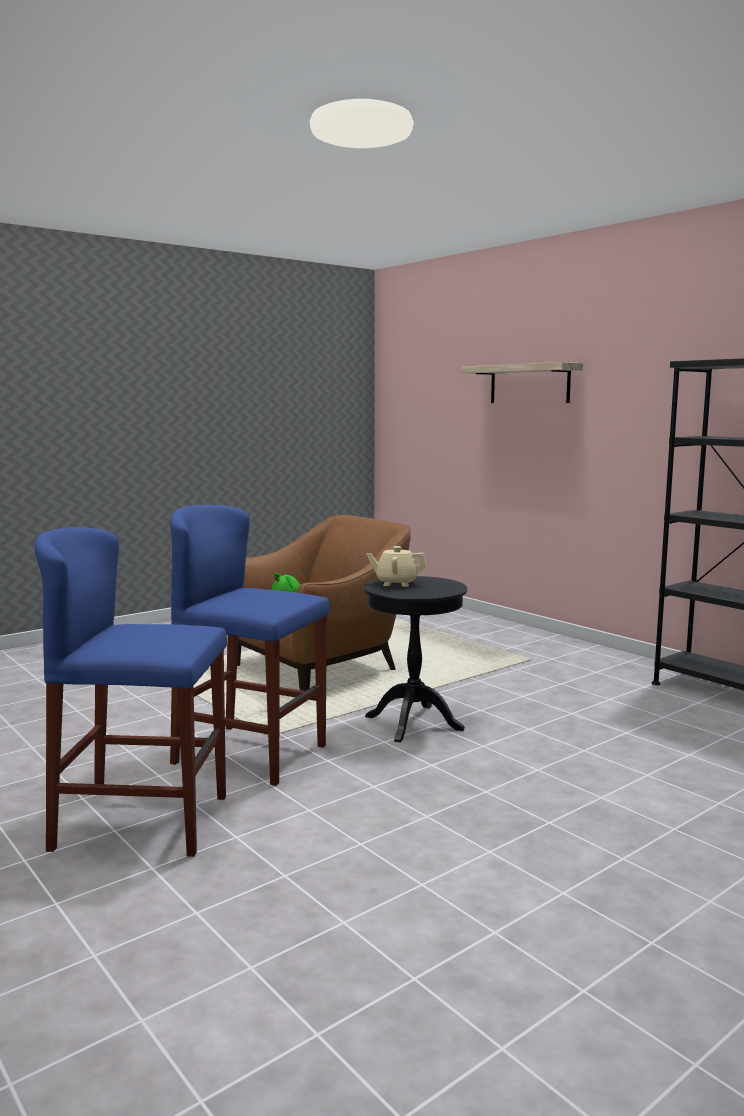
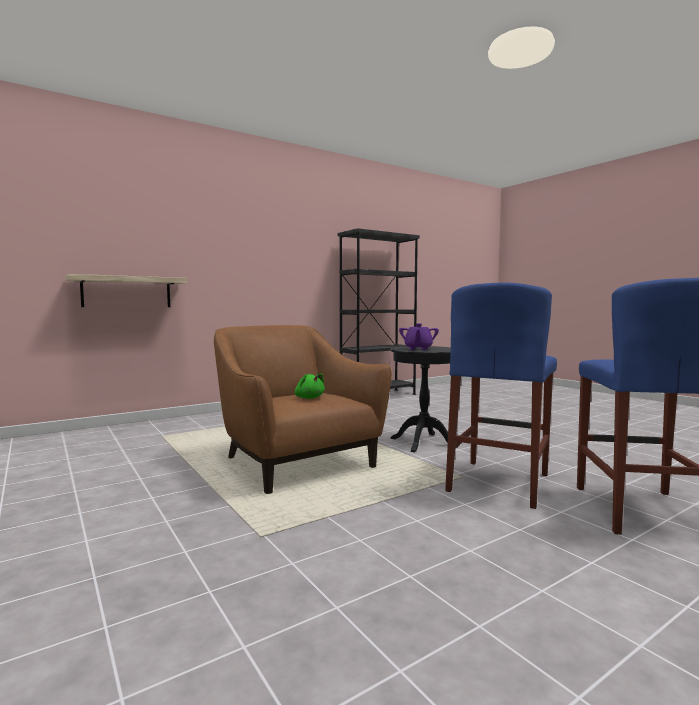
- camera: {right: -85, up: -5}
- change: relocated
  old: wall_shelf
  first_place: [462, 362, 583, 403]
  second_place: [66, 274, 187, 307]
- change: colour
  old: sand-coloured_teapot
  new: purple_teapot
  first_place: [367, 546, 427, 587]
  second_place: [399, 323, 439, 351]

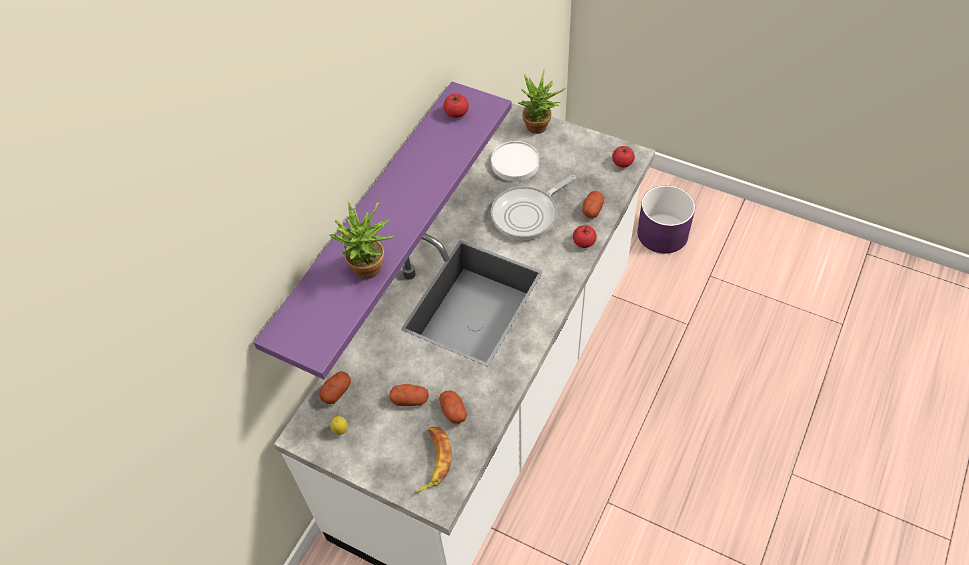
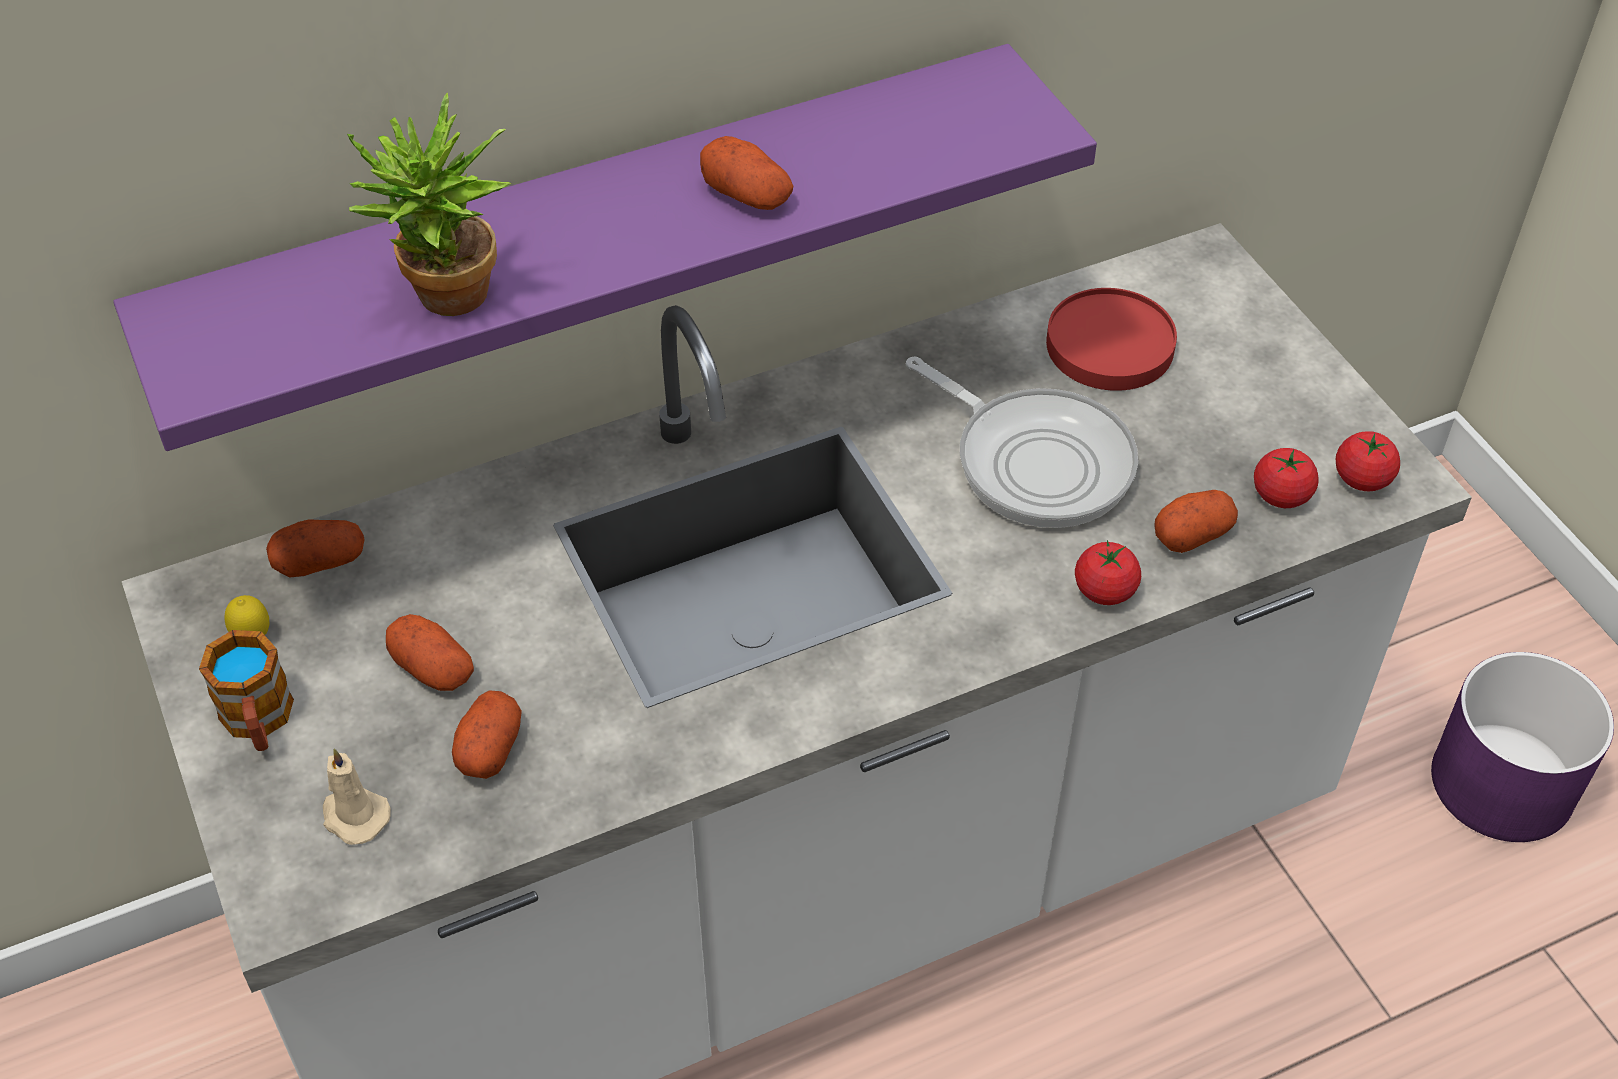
- camera: {right: 35, up: -5}
- change: missing
  old: houseplant
  first_place: [517, 69, 566, 134]
- change: appeared
  new: tea_mug
  second_place: [199, 630, 294, 751]
- change: appeared
  new: spud
  second_place: [700, 136, 793, 210]
- change: relocated
  old: tomato
  first_place: [443, 94, 469, 118]
  second_place: [1254, 448, 1319, 508]
- change: exchanged
  old: whole_banana
  new: sand-coloured_candle
  first_place: [415, 427, 452, 493]
  second_place: [323, 748, 391, 845]
- change: colour
  old: whitish_plate
  new: reddish_plate
  first_place: [491, 141, 539, 181]
  second_place: [1046, 288, 1177, 391]
- change: spun
  old: skillet
  first_place: [491, 175, 576, 240]
  second_place: [906, 356, 1138, 528]
  degrees: -135

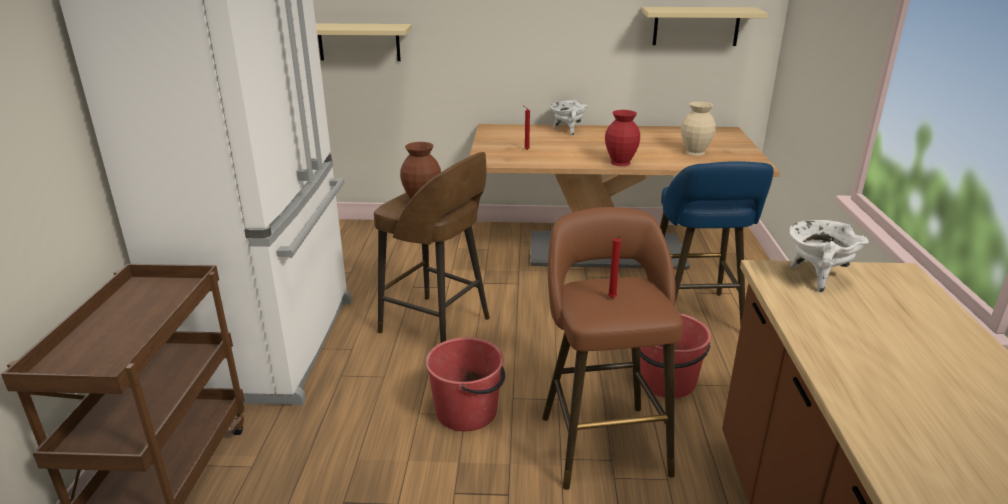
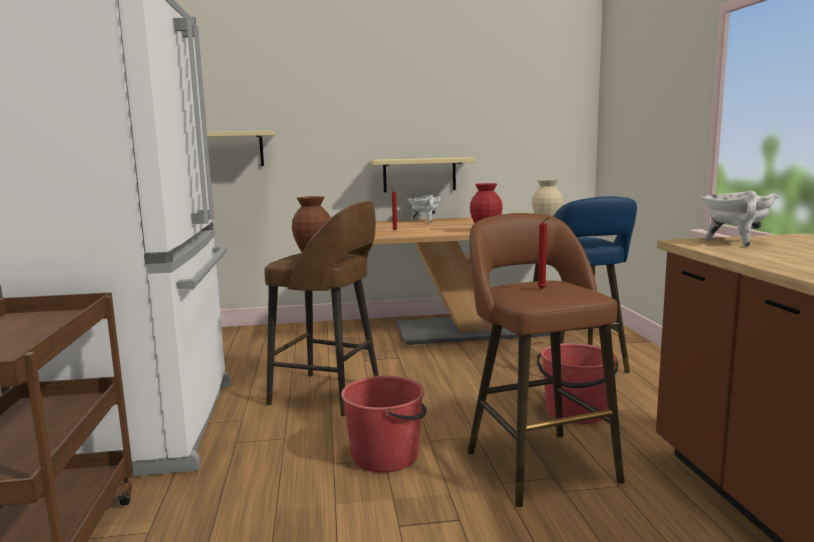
- camera: {right: -10, up: -15}
- change: relocated
  old: sand-coloured_wall_shelf
  first_place: [642, 7, 768, 46]
  second_place: [371, 157, 476, 192]

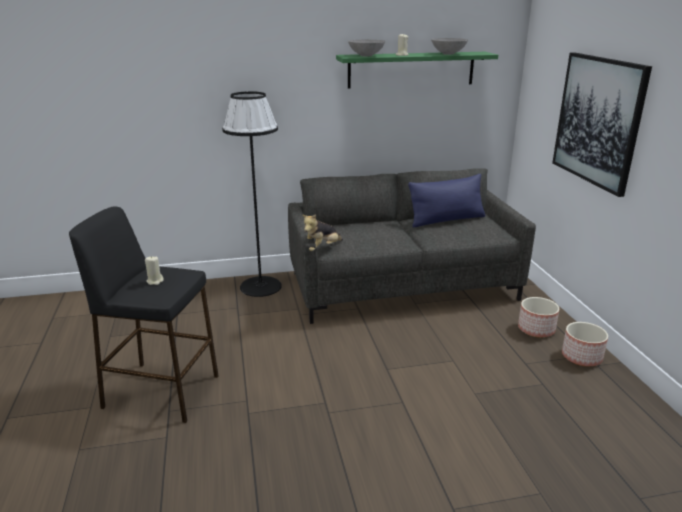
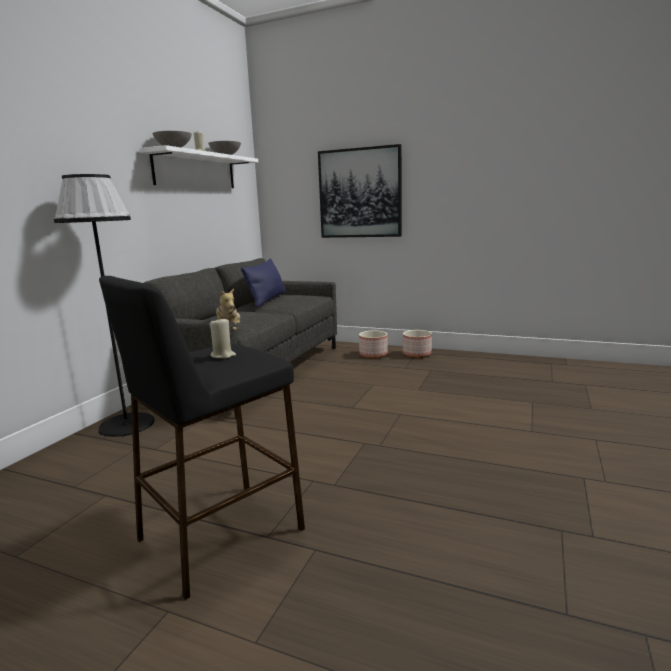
- camera: {right: -55, up: -10}
- change: colour
  old: green-coloured_wall_shelf
  new: whitish_wall_shelf
  first_place: [336, 52, 498, 89]
  second_place: [139, 145, 258, 188]

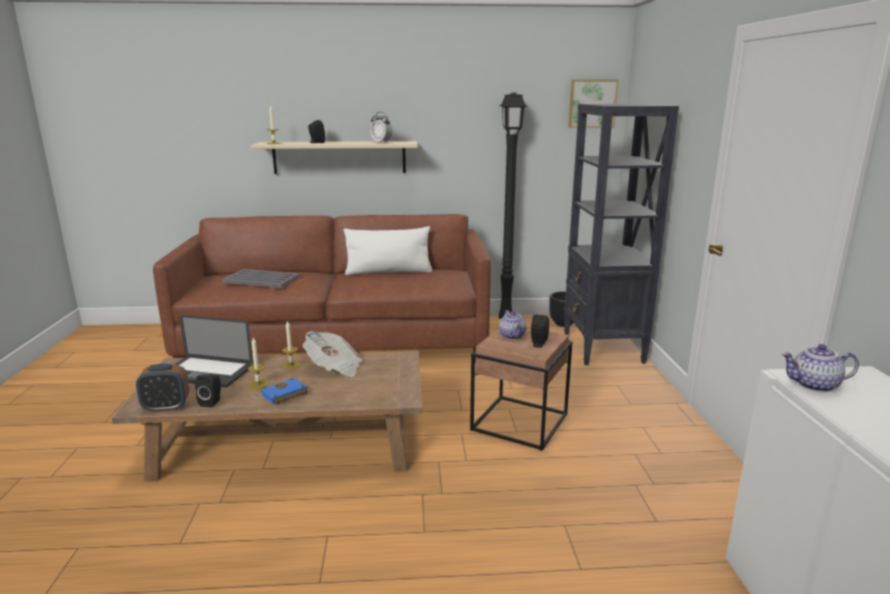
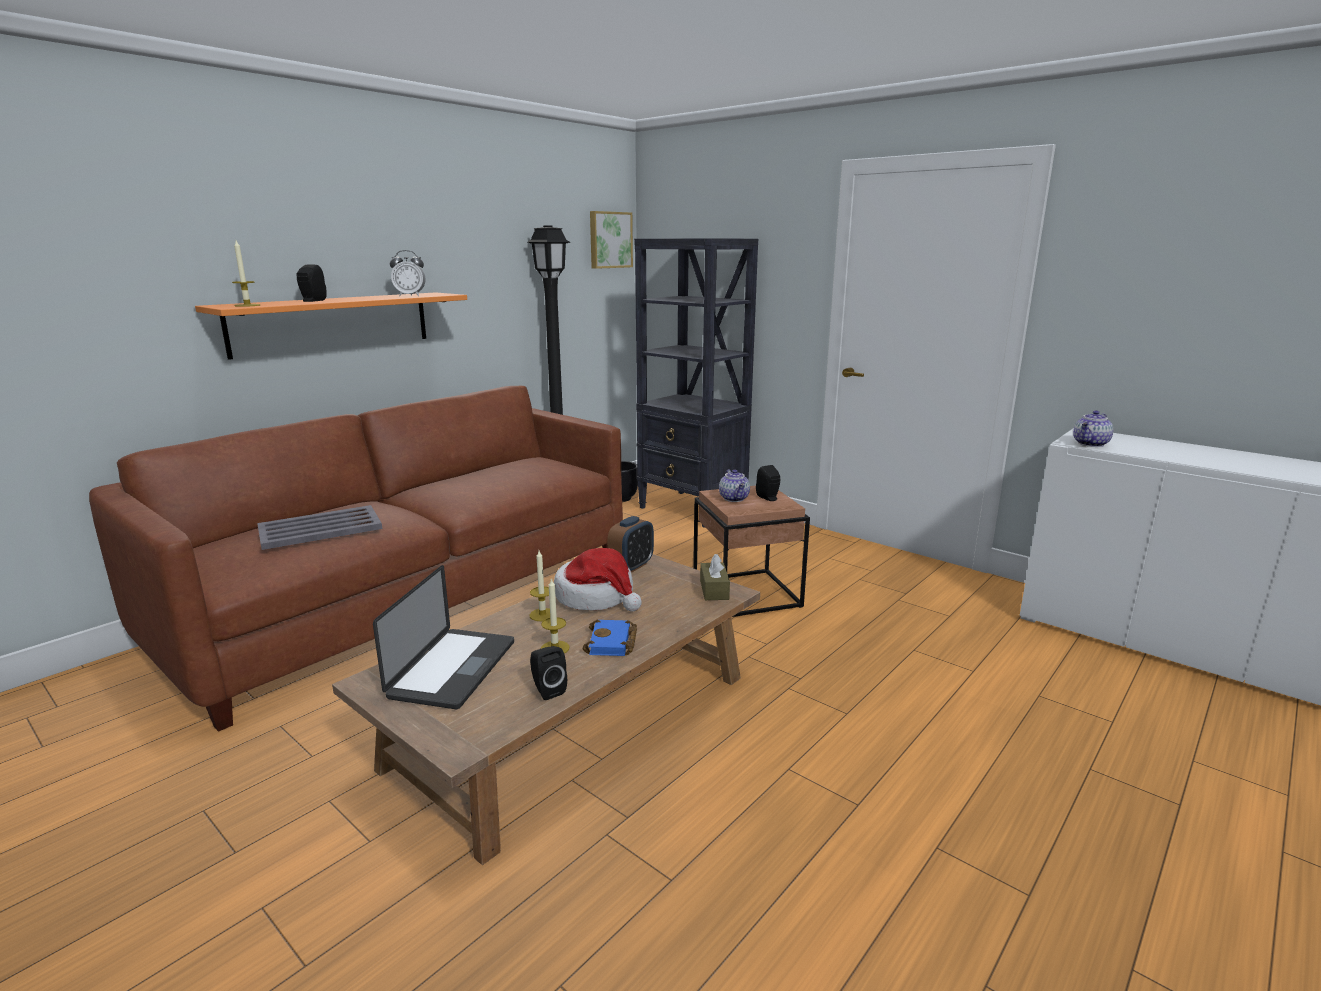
- camera: {right: -45, up: 0}
- change: missing
  old: whitish_cushion
  first_place: [344, 226, 432, 275]
- change: appeared
  new: brownish_box_of_tissues
  second_place: [700, 554, 730, 600]
- change: relocated
  old: alarm_clock
  first_place: [136, 364, 189, 412]
  second_place: [607, 516, 654, 573]
- change: exchanged
  old: daily_paper
  new: wearable_hat
  first_place: [303, 331, 362, 377]
  second_place: [554, 548, 642, 612]
- change: colour
  old: sand-coloured_wall_shelf
  new: orange-coloured_wall_shelf
  first_place: [251, 141, 418, 174]
  second_place: [195, 292, 467, 360]
- change: spun
  old: portable_computer
  first_place: [174, 315, 253, 388]
  second_place: [373, 565, 514, 709]
  degrees: -45
- change: spun
  old: teapot
  first_place: [499, 310, 526, 340]
  second_place: [719, 469, 750, 502]
  degrees: 45

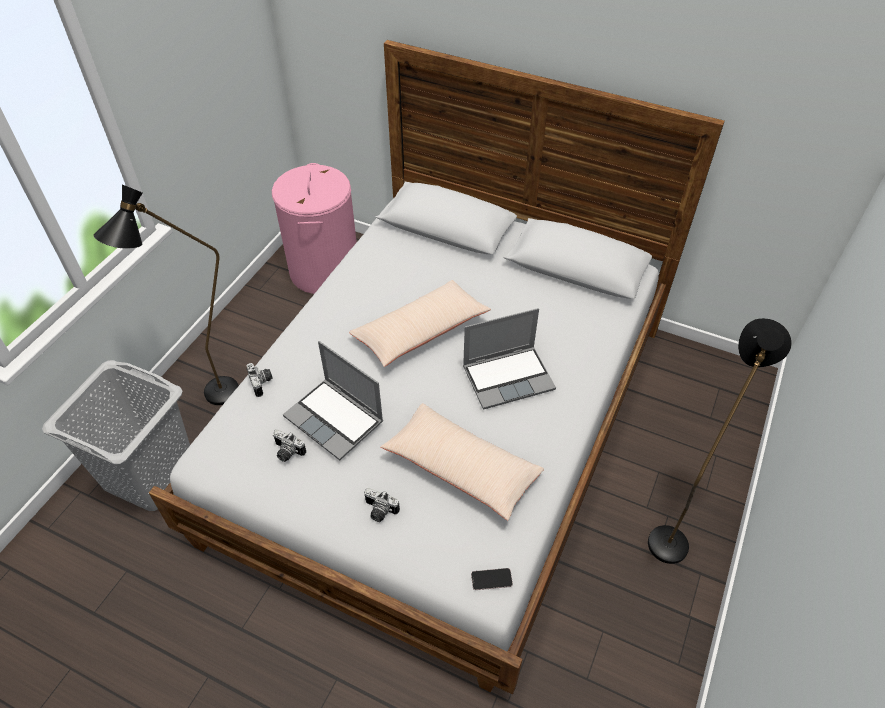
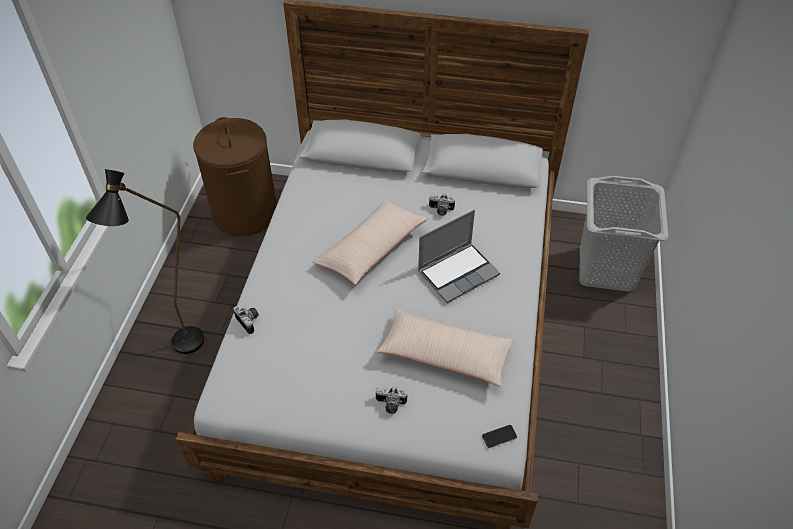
- camera: {right: -15, up: 0}
- change: missing
  old: portable_computer
  first_place: [283, 341, 383, 460]
- change: missing
  old: black_standing_lamp
  first_place: [648, 318, 792, 564]
- change: relocated
  old: gray_washing_basket
  first_place: [42, 360, 190, 511]
  second_place: [579, 176, 668, 292]
- change: relocated
  old: still_camera
  first_place: [273, 429, 306, 462]
  second_place: [429, 194, 455, 216]
- change: colour
  old: pink_washing_basket
  new: brownish_washing_basket
  first_place: [272, 163, 357, 294]
  second_place: [193, 117, 277, 236]

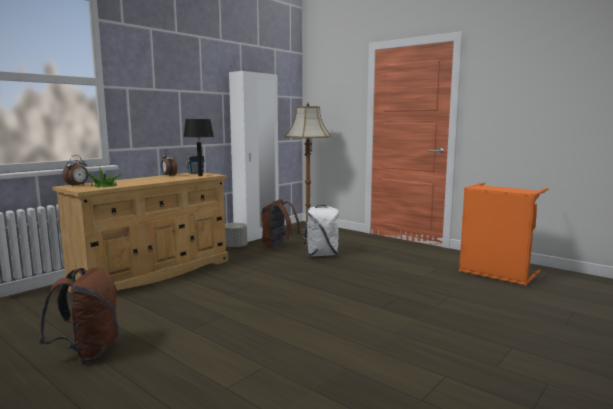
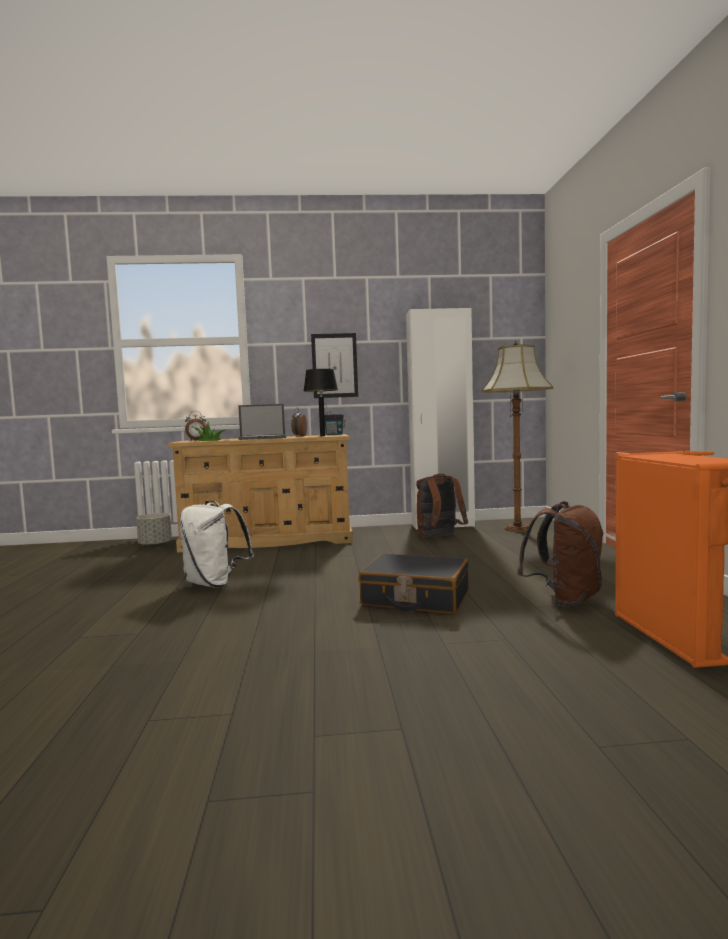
- camera: {right: 45, up: -5}
- change: appeared
  new: portable_computer
  second_place: [238, 404, 286, 440]
- change: appeared
  new: picture
  second_place: [311, 333, 358, 398]
- change: appeared
  new: black_suitcase
  second_place: [358, 553, 469, 614]
- change: relocated
  old: brownish_knapsack
  first_place: [38, 267, 119, 363]
  second_place: [517, 501, 604, 607]
- change: relocated
  old: gray_plant_pot
  first_place: [225, 223, 247, 249]
  second_place: [136, 513, 172, 547]
- change: relocated
  old: whitish_knapsack
  first_place: [304, 205, 339, 256]
  second_place: [179, 500, 254, 588]

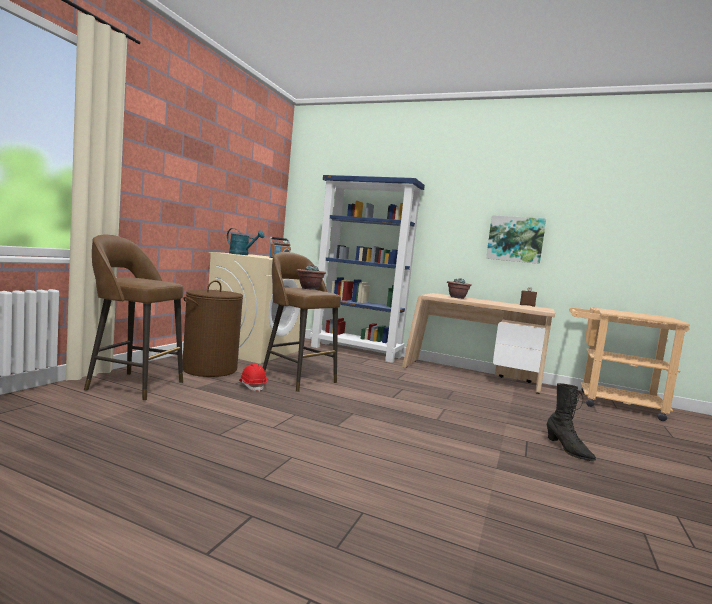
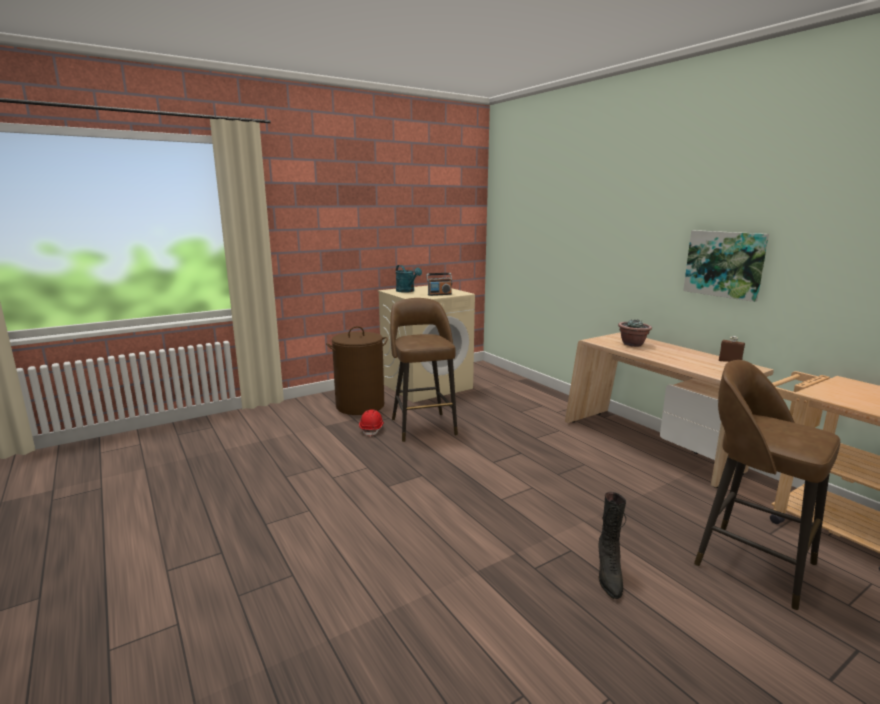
- camera: {right: 35, up: 10}
- change: missing
  old: houseplant
  first_place: [296, 265, 326, 290]
- change: missing
  old: bluish_bookshelf
  first_place: [310, 175, 425, 363]
- change: relocated
  old: brownish_stool_seat
  first_place: [84, 235, 184, 401]
  second_place: [694, 360, 840, 610]

